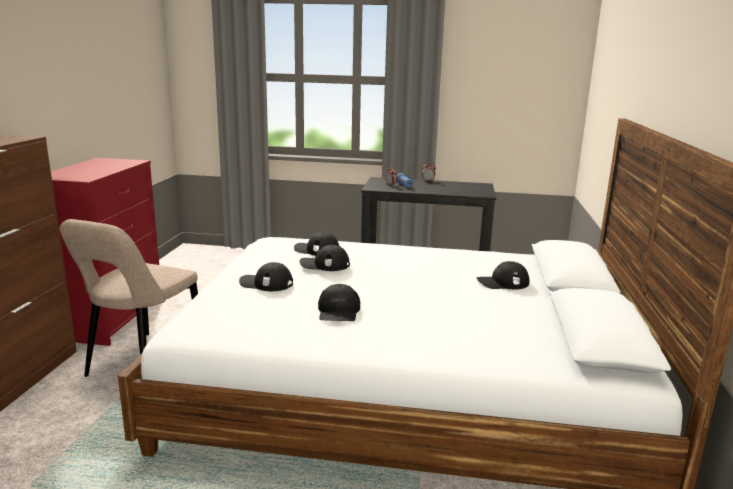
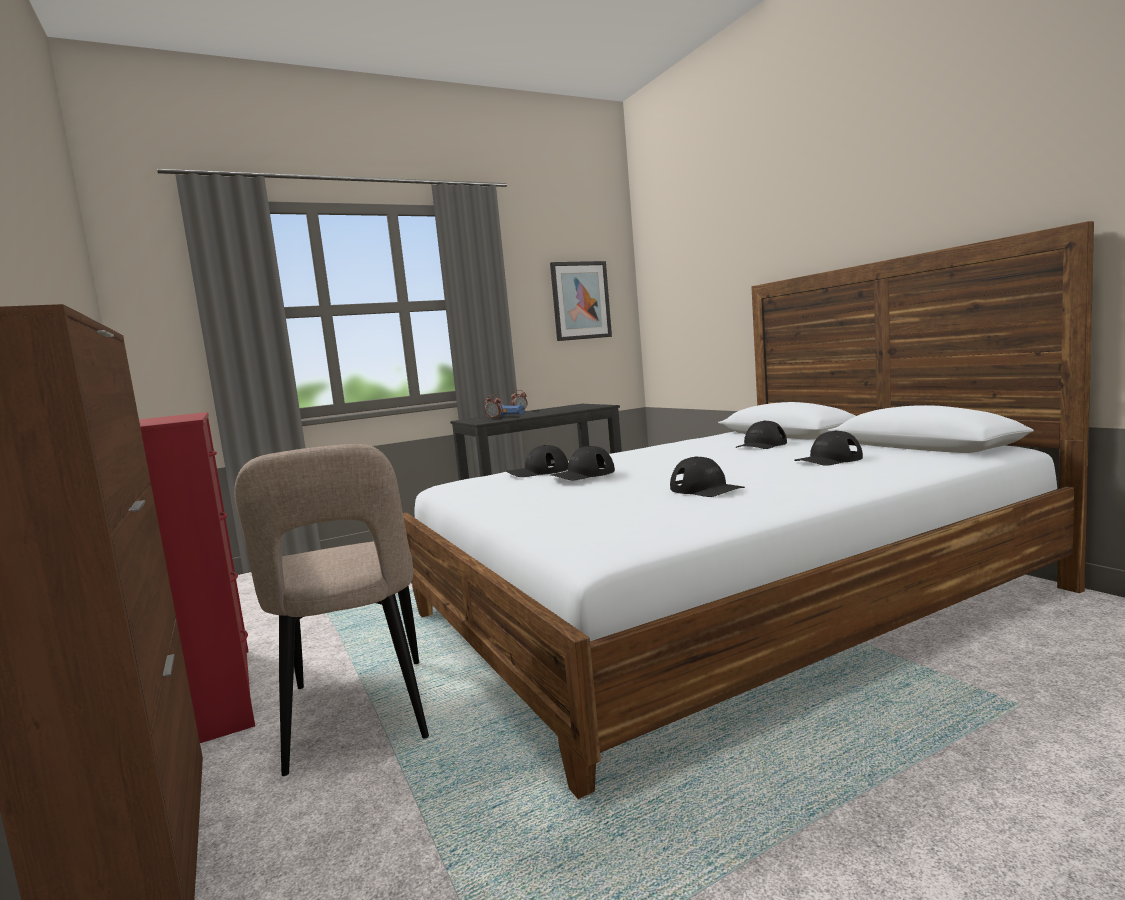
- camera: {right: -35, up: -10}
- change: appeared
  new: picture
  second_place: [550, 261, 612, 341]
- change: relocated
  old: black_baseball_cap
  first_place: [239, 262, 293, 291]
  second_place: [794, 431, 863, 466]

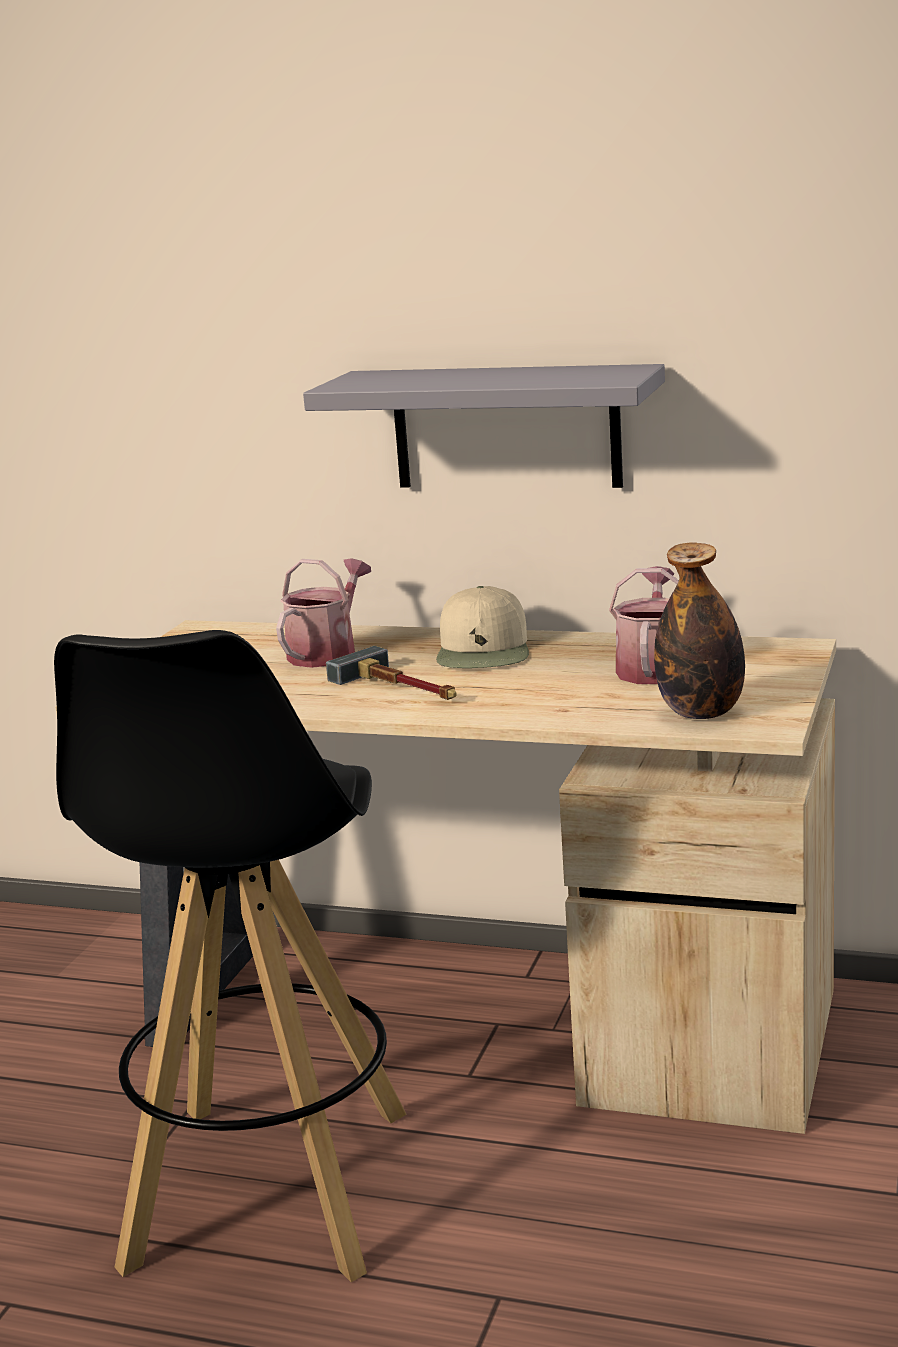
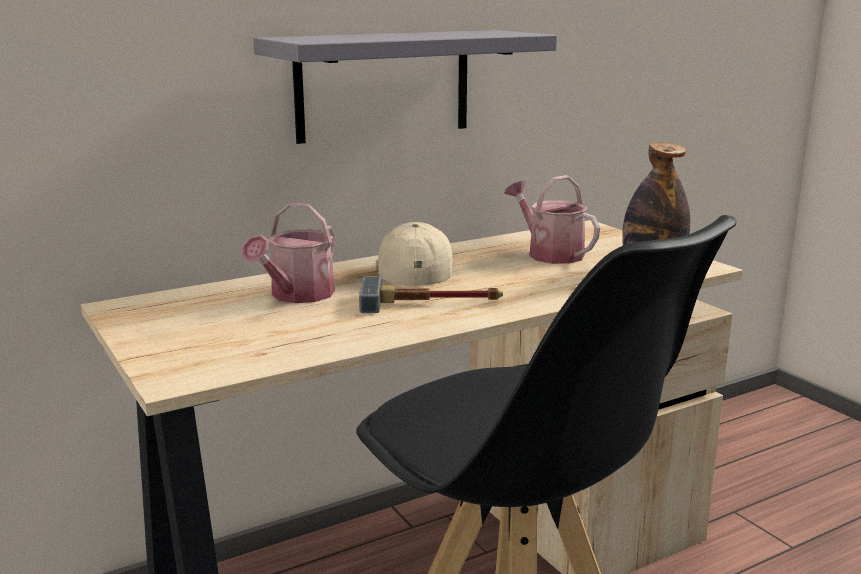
- camera: {right: -50, up: 0}
- change: spun
  old: sprinkling_can
  first_place: [276, 558, 371, 668]
  second_place: [242, 202, 335, 303]
  degrees: -135
- change: spun
  old: sand-coloured_baseball_cap
  first_place: [436, 586, 529, 668]
  second_place: [378, 222, 453, 286]
  degrees: -135

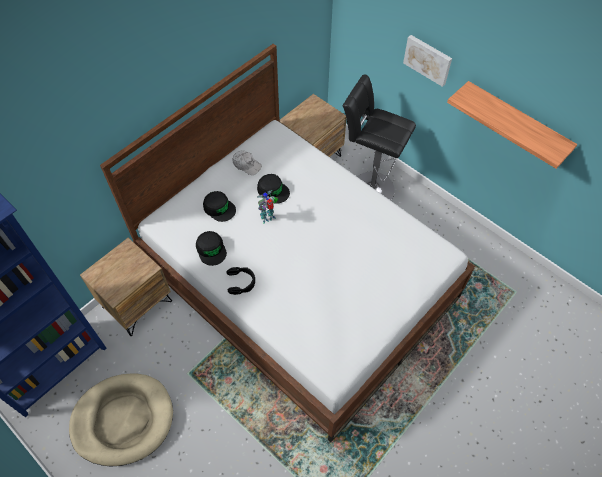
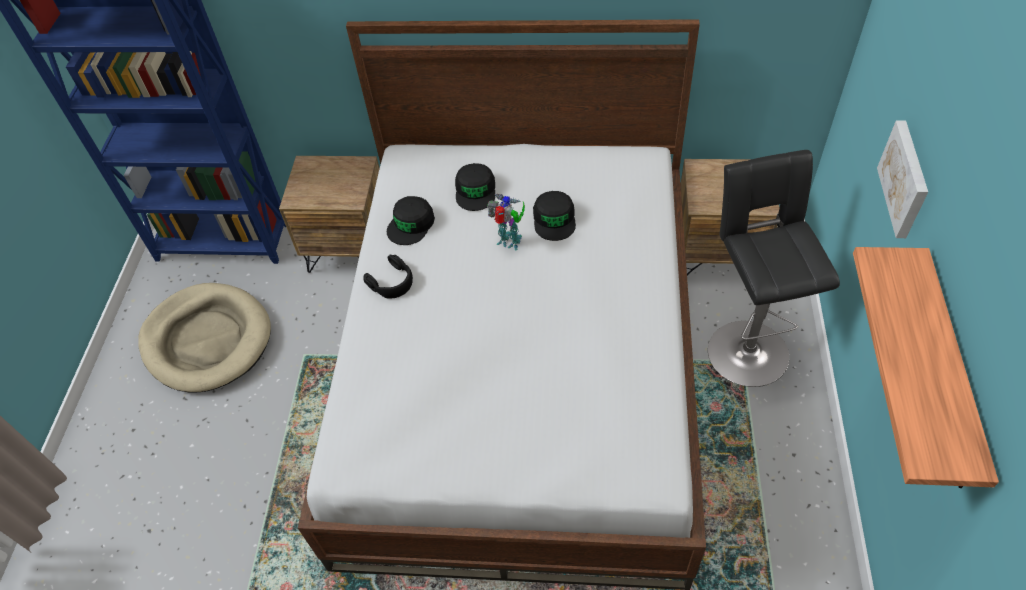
- camera: {right: 55, up: -5}
- change: missing
  old: whitish_baseball_cap
  first_place: [232, 150, 262, 175]

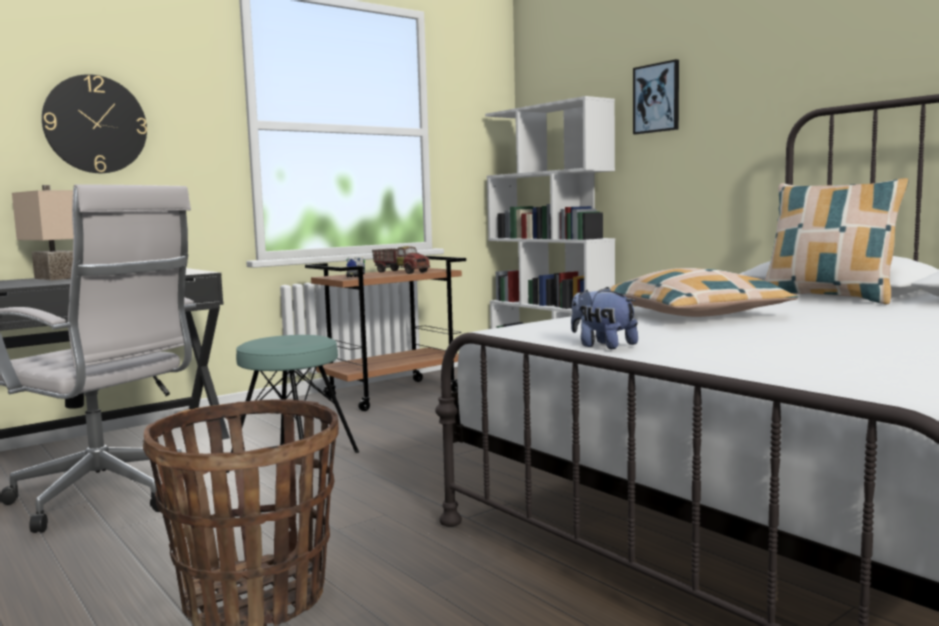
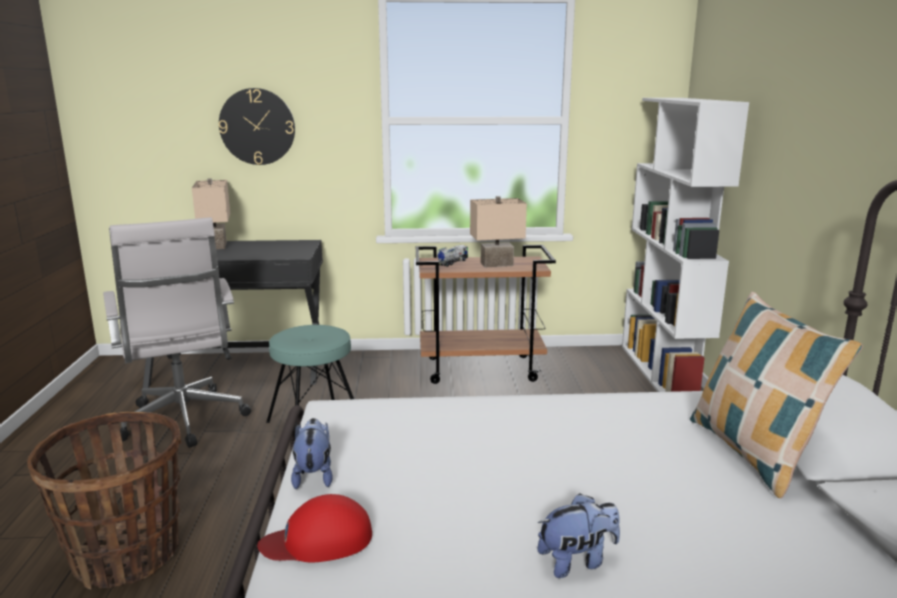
- camera: {right: 35, up: 10}
- change: missing
  old: cushion
  first_place: [608, 268, 798, 317]
- change: missing
  old: picture
  first_place: [633, 59, 679, 134]
- change: appeared
  new: reddish_baseball_cap
  second_place: [257, 494, 372, 562]
- change: appeared
  new: cuddly_toy
  second_place: [538, 493, 620, 578]
- change: exchanged
  old: toy_truck
  new: sand-coloured_table_lamp
  first_place: [372, 246, 430, 274]
  second_place: [470, 196, 527, 267]

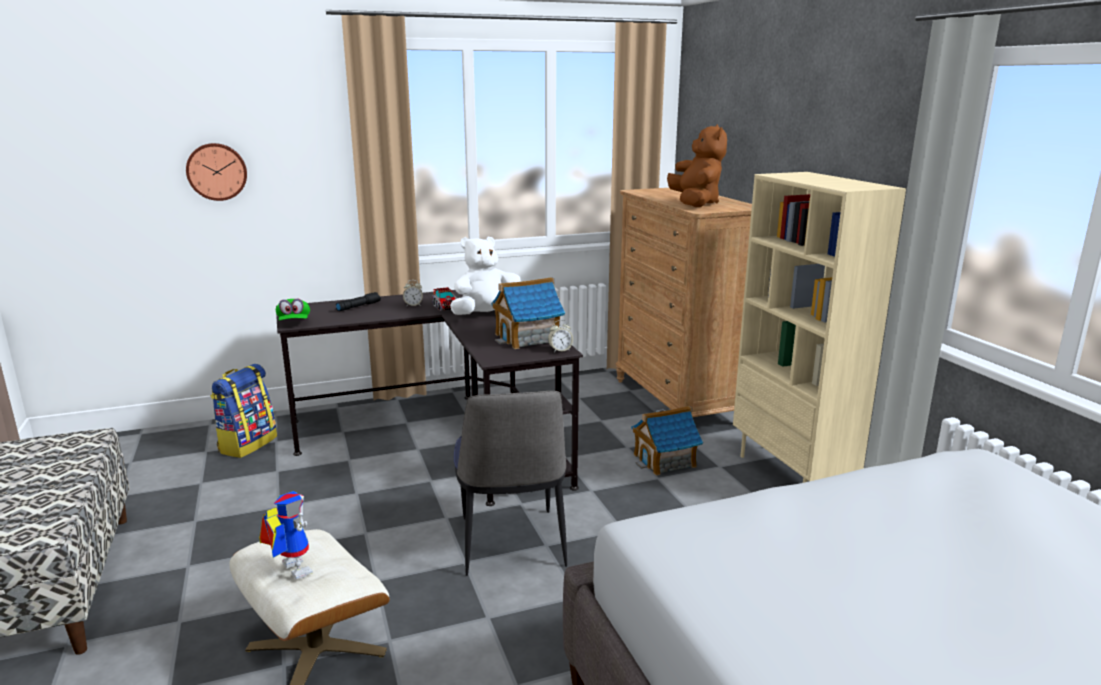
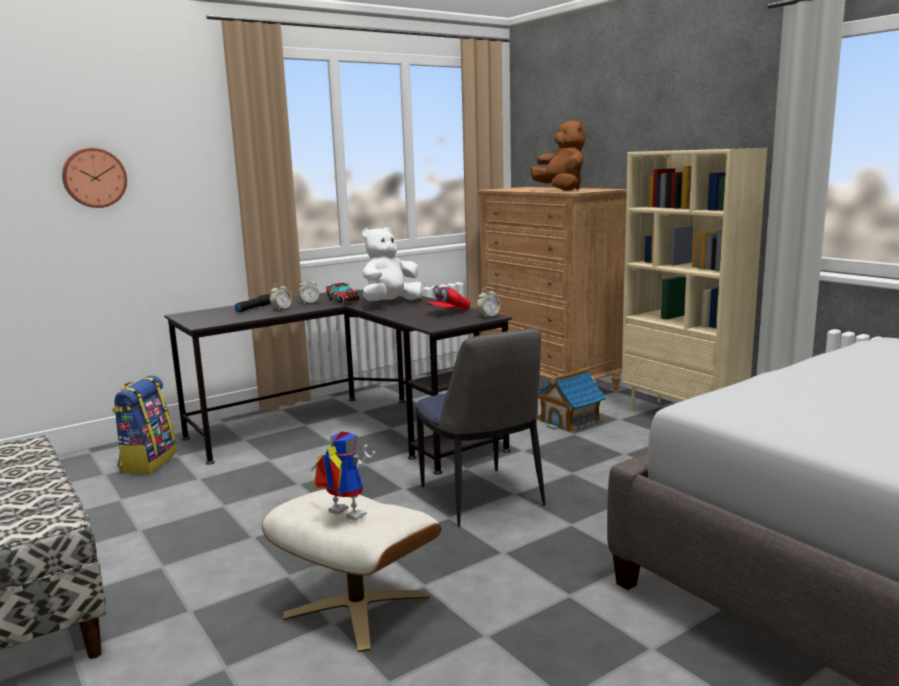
- camera: {right: -15, up: -5}
- change: missing
  old: green-coloured_baseball_cap
  first_place: [276, 299, 310, 321]
- change: appeared
  new: alarm_clock
  second_place: [270, 283, 292, 310]
- change: exchanged
  old: toy_house
  new: reddish_baseball_cap
  first_place: [491, 277, 565, 349]
  second_place: [426, 285, 470, 310]

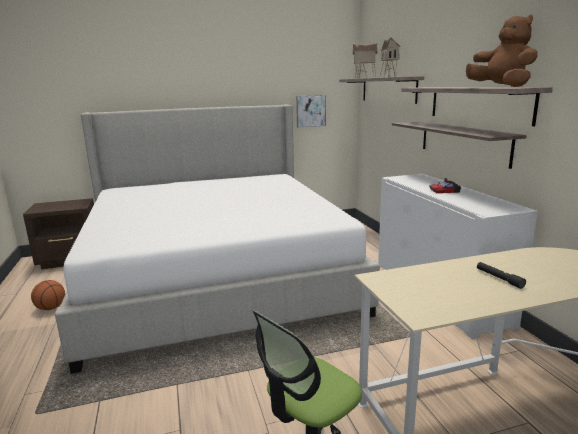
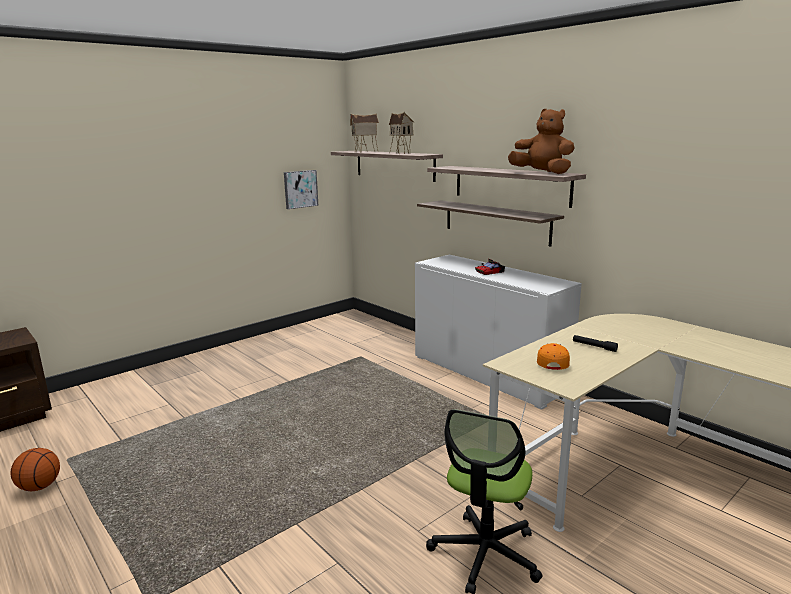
- camera: {right: -25, up: 0}
- change: missing
  old: sleeping_bed
  first_place: [55, 104, 380, 374]
- change: appeared
  new: orange-coloured_baseball_cap
  second_place: [537, 343, 570, 370]

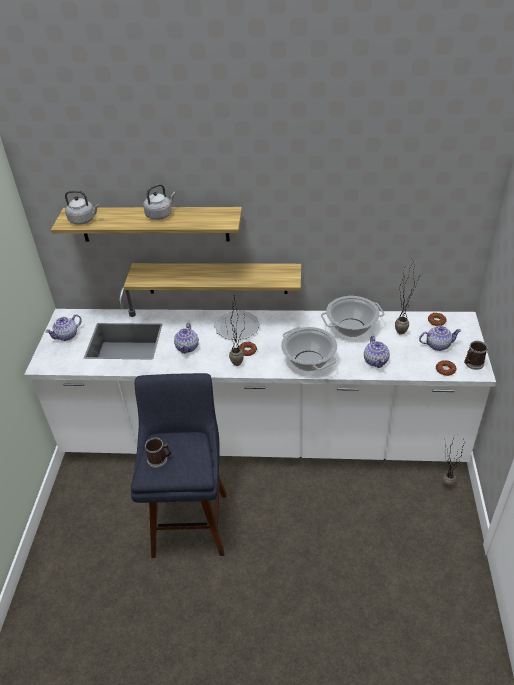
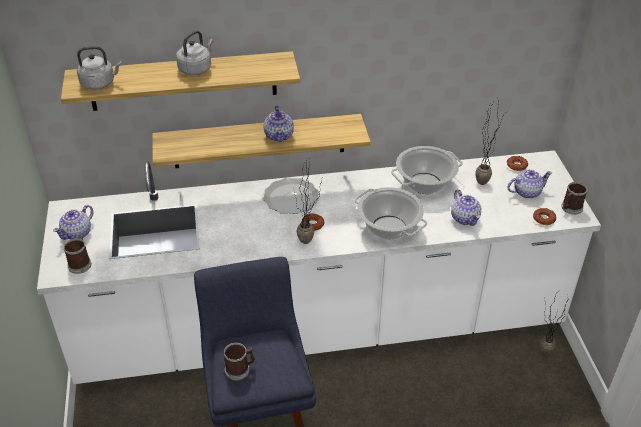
- camera: {right: -15, up: 0}
- change: appeared
  new: tea_mug
  second_place: [64, 235, 91, 274]
- change: relocated
  old: teapot
  first_place: [174, 323, 199, 354]
  second_place: [264, 106, 294, 142]

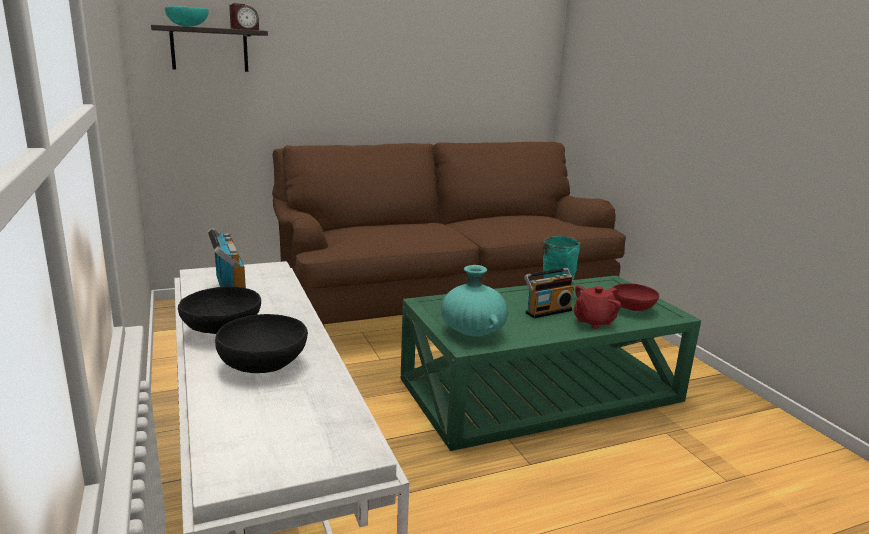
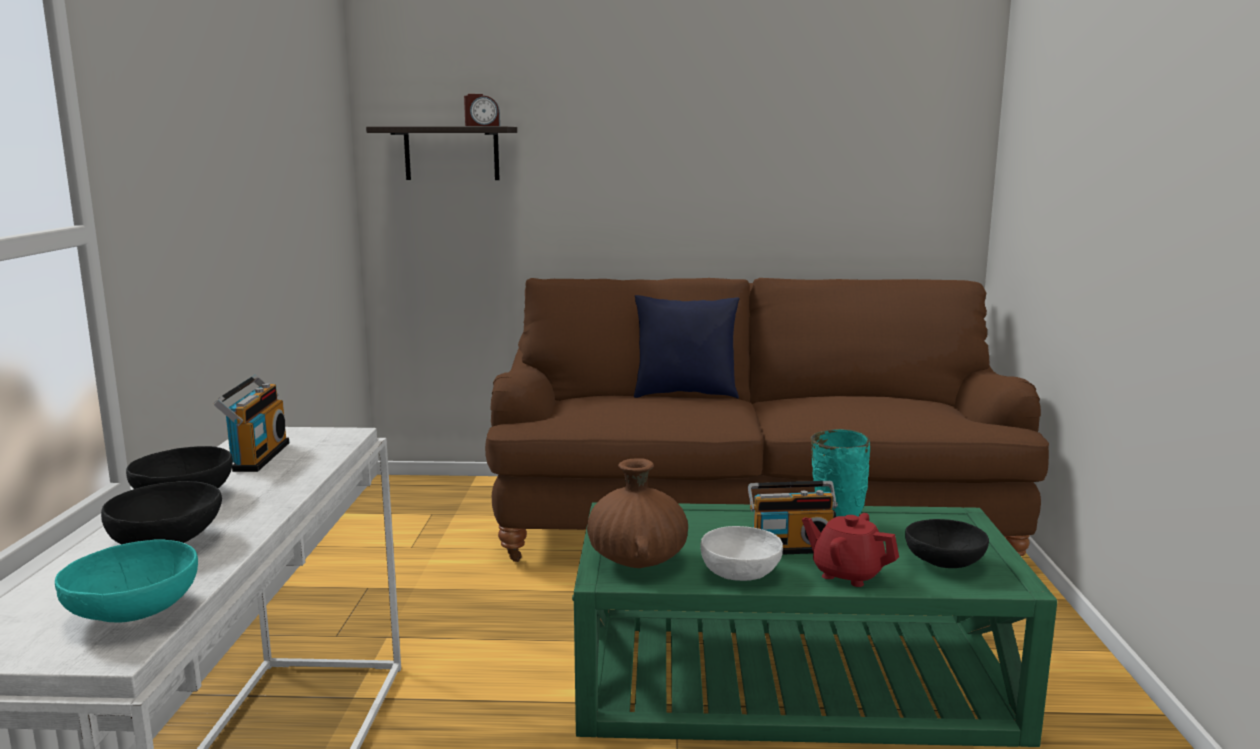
- camera: {right: 25, up: -5}
- change: appeared
  new: bluish_cushion
  second_place: [634, 295, 740, 399]
- change: appeared
  new: whitish_deep_dish
  second_place: [701, 526, 783, 581]
- change: relocated
  old: blue-green_deep_dish
  first_place: [165, 6, 209, 27]
  second_place: [55, 539, 198, 623]
- change: colour
  old: blue-green_vase
  new: brownish_vase
  first_place: [441, 265, 508, 337]
  second_place: [587, 458, 688, 568]
- change: colour
  old: reddish_deep_dish
  new: black_deep_dish
  first_place: [612, 283, 659, 311]
  second_place: [905, 519, 989, 568]
- change: spun
  old: reddish_teapot
  first_place: [574, 285, 621, 329]
  second_place: [802, 513, 899, 587]
  degrees: 45

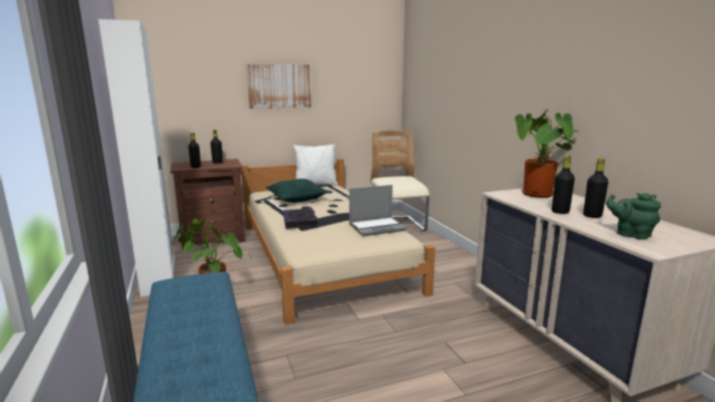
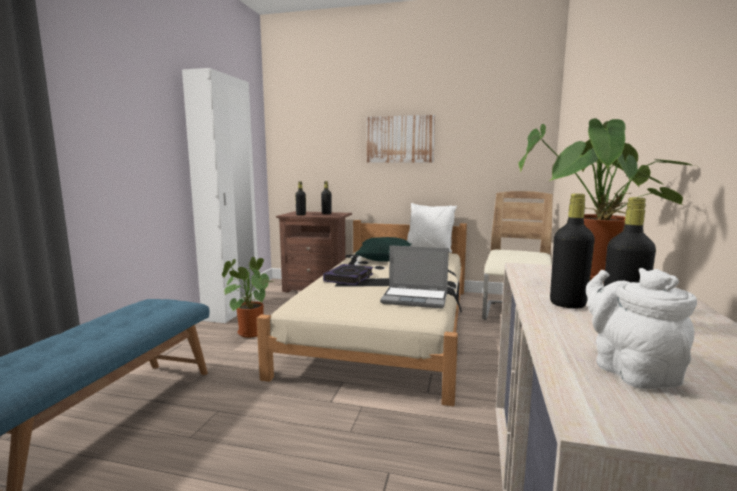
- camera: {right: 35, up: -5}
- change: colour
  old: green-coloured_teapot
  new: whitish_teapot
  first_place: [606, 193, 661, 240]
  second_place: [586, 268, 697, 389]

